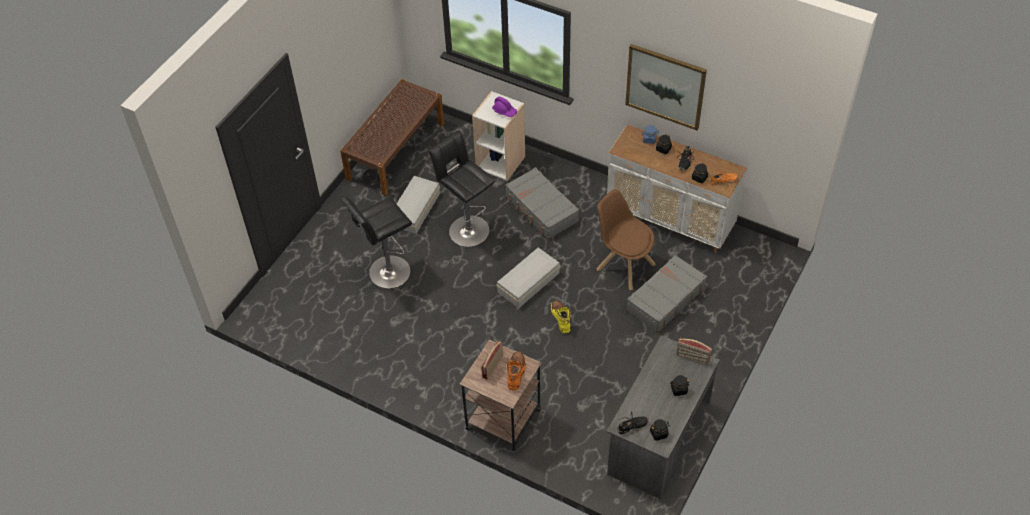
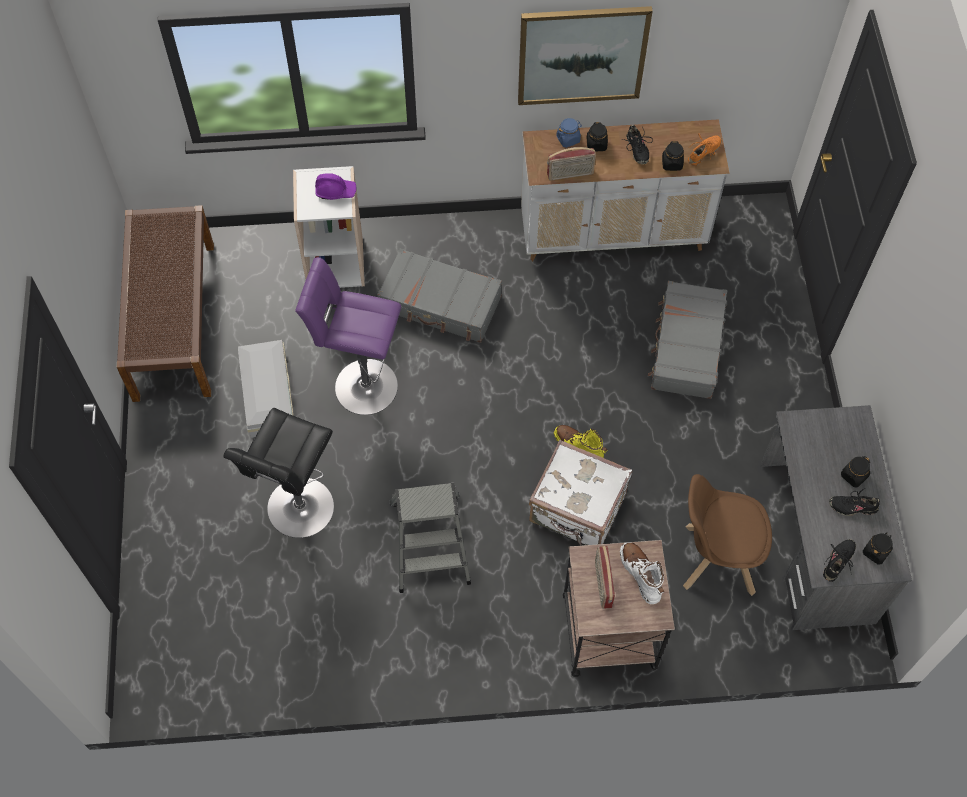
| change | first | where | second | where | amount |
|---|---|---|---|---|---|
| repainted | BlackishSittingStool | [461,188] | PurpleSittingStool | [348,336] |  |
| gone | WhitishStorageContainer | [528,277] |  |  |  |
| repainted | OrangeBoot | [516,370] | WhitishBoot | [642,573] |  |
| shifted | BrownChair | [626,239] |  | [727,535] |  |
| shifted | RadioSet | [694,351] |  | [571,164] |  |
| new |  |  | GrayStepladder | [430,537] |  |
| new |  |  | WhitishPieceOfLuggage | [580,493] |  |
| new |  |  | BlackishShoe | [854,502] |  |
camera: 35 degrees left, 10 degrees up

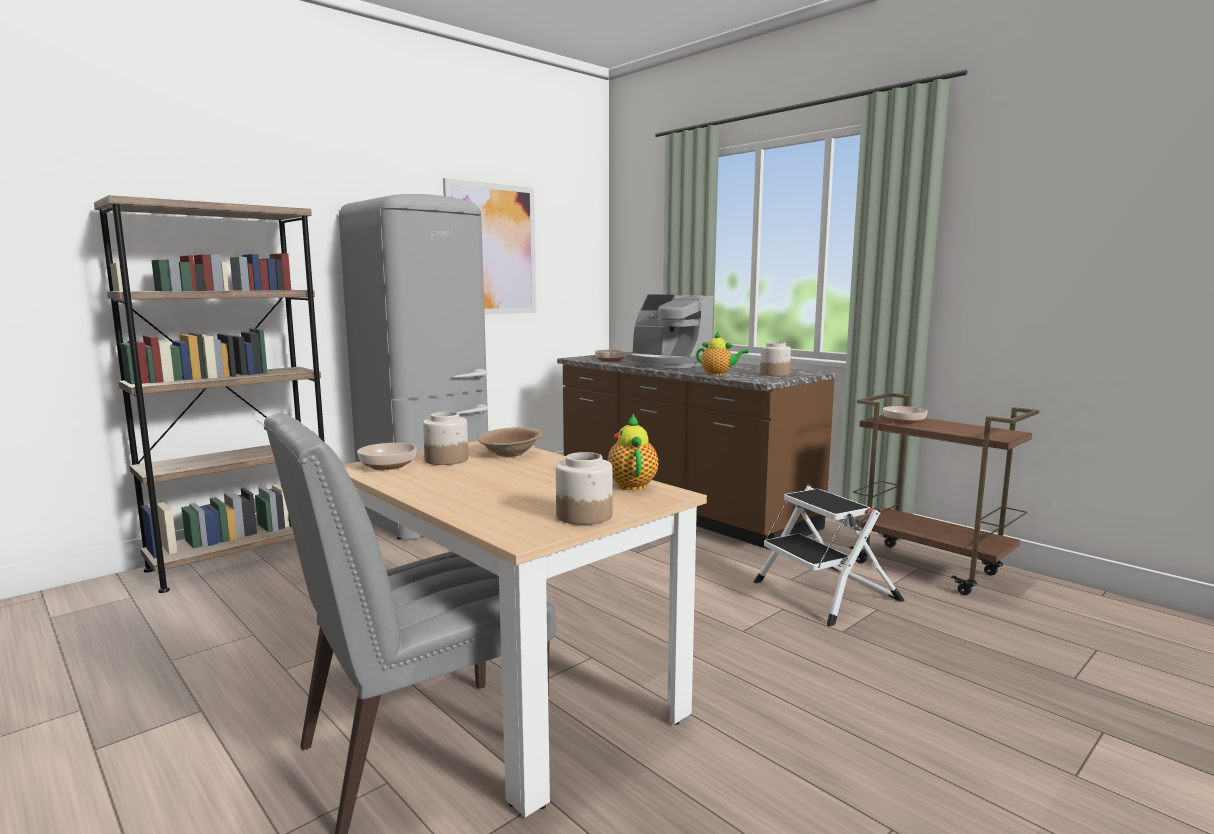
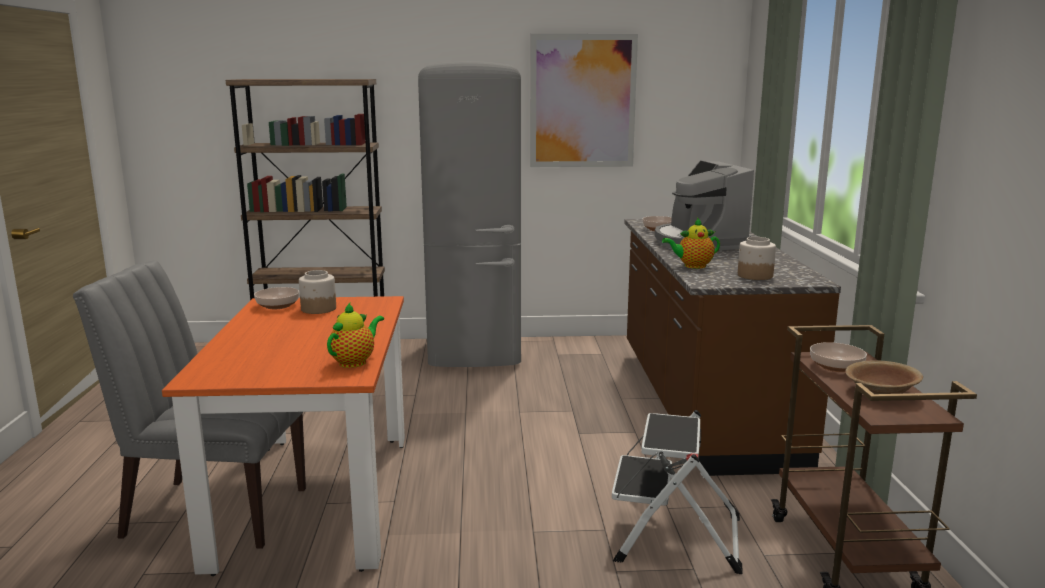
| change | first | where | second | where | amount |
|---|---|---|---|---|---|
| repainted | BeigeDinnerTable | [525,629] | OrangeDinnerTable | [283,436] |  |
| shifted | BrownServingBowl | [510,442] |  | [884,377] |  |
| gone | StorageJar | [584,488] |  |  |  |
| rotated | Teapot | [722,353] |  | [691,243] | 105 degrees clockwise |
camera: 40 degrees right, 5 degrees up

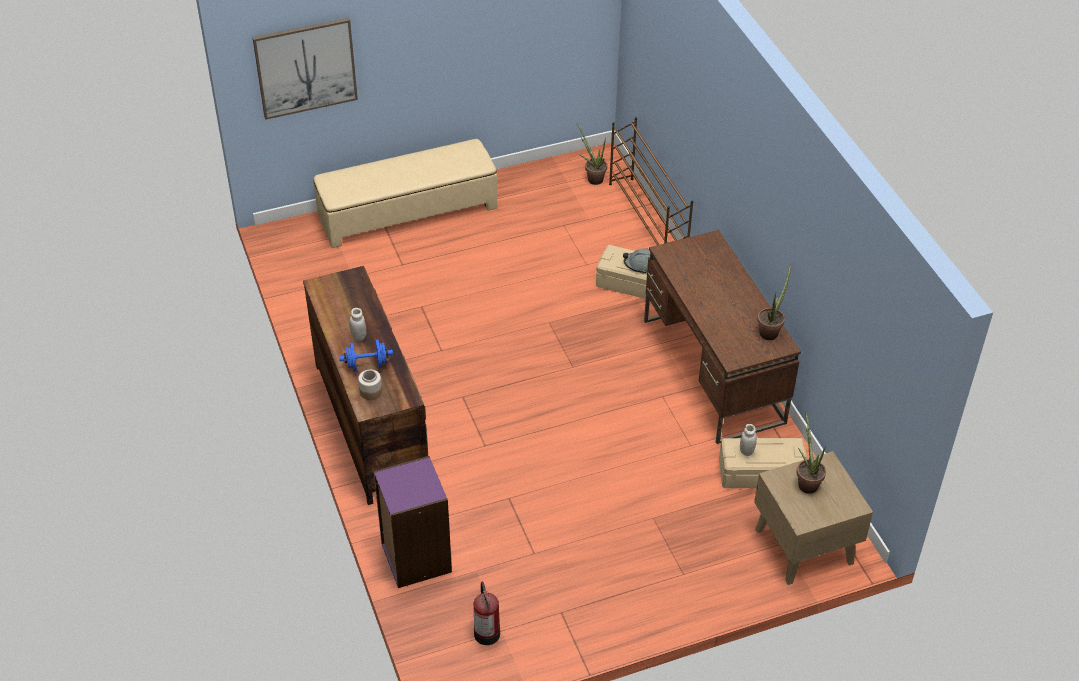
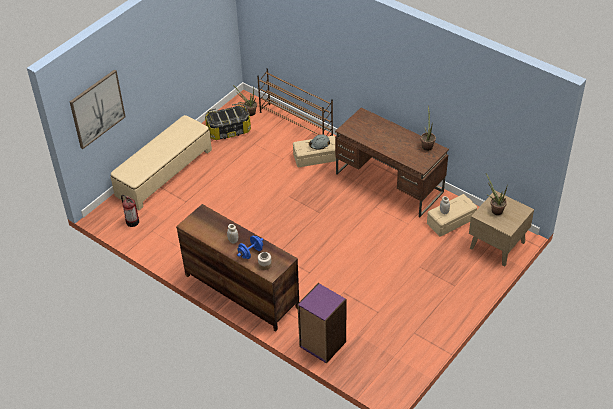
| change | first | where | second | where | amount |
|---|---|---|---|---|---|
| shifted | FireExtinguisher | [487,613] |  | [130,211] |  |
| new |  |  | StorageContainer | [228,121] |  |
camera: 30 degrees left, 0 degrees up

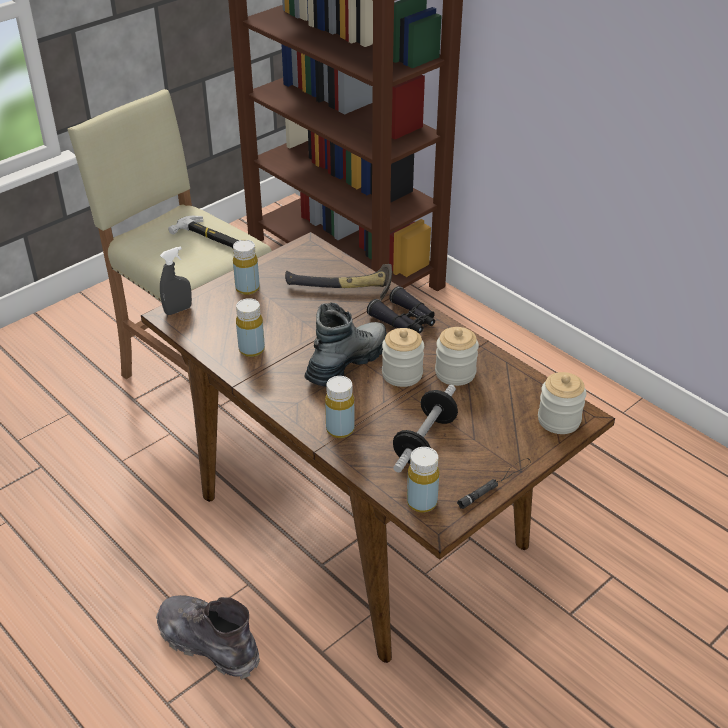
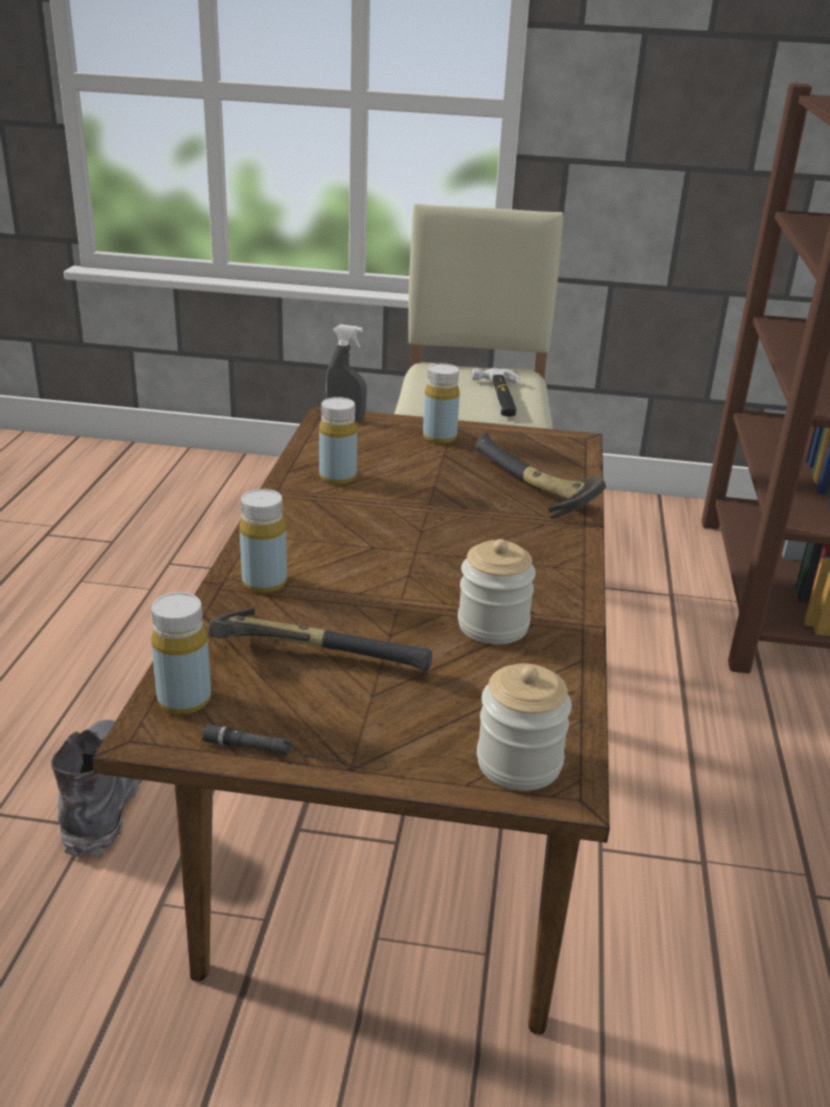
| change | first | where | second | where | amount |
|---|---|---|---|---|---|
| gone | Boot | [346,344] |  |  |  |
| gone | BlackishPairOfBinoculars | [401,309] |  |  |  |
| gone | StorageJar | [403,357] |  |  |  |
| swapped | FreeWeight | [425,429] | ToolHammer | [320,639] |  |
camera: 50 degrees right, 10 degrees down

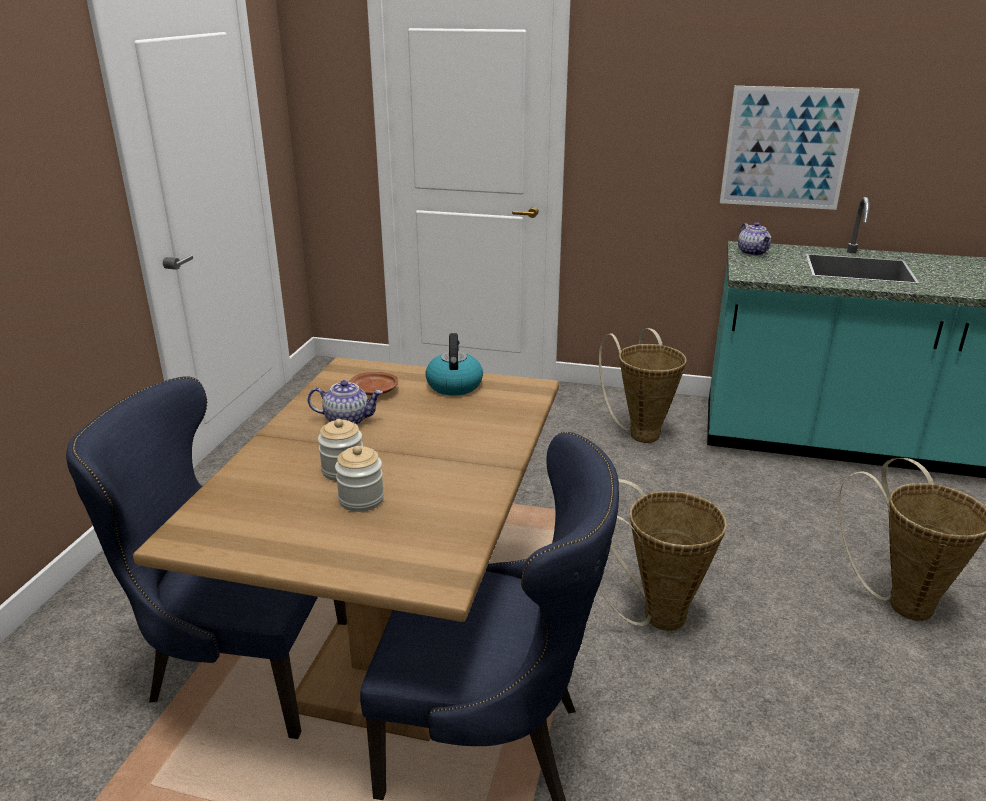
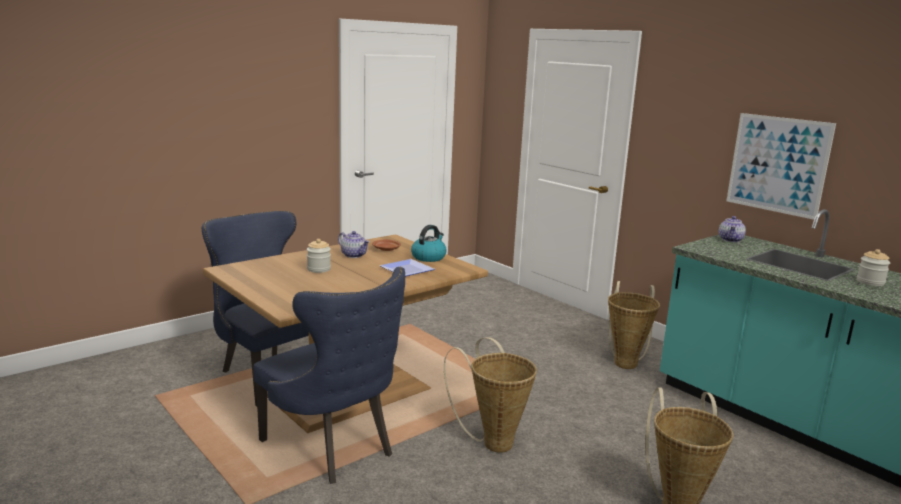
| change | first | where | second | where | amount |
|---|---|---|---|---|---|
| shifted | StorageJar | [359,479] |  | [873,267] |  |
| new |  |  | FlatDish | [407,267] |  |
camera: 35 degrees right, 10 degrees down

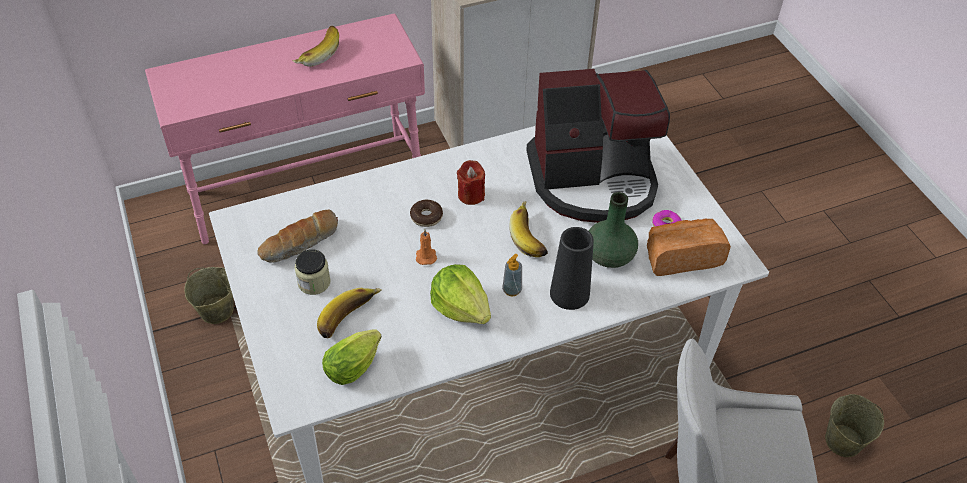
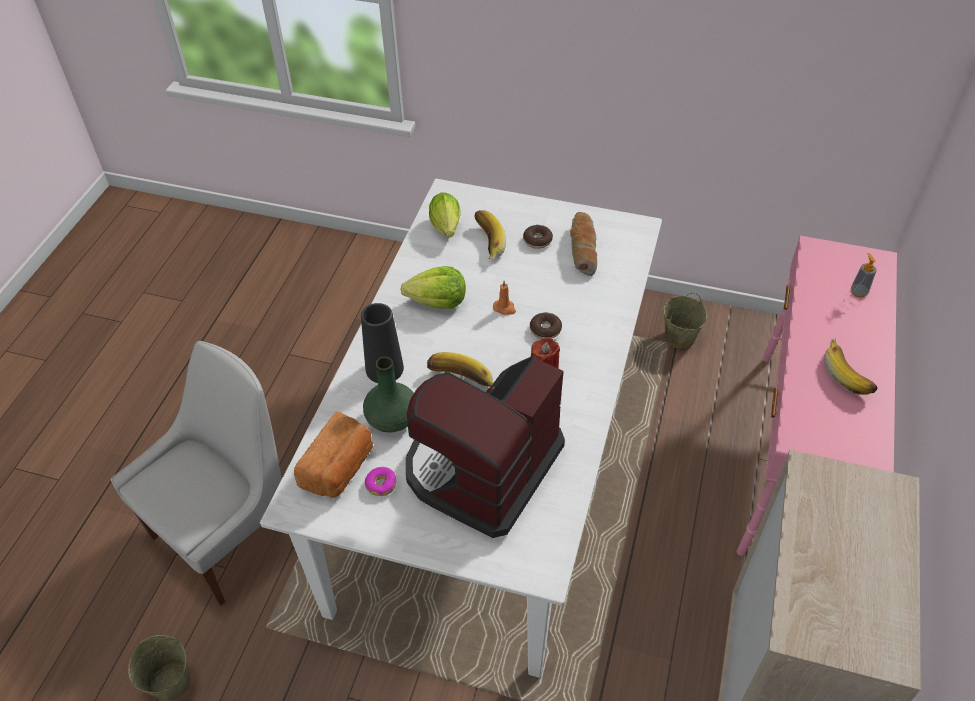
| change | first | where | second | where | amount |
|---|---|---|---|---|---|
| swapped | StorageJar | [312,272] | Donut | [538,237] |  |
| shifted | SoapBottle | [512,275] |  | [864,275] |  |
camera: 130 degrees right, 0 degrees up

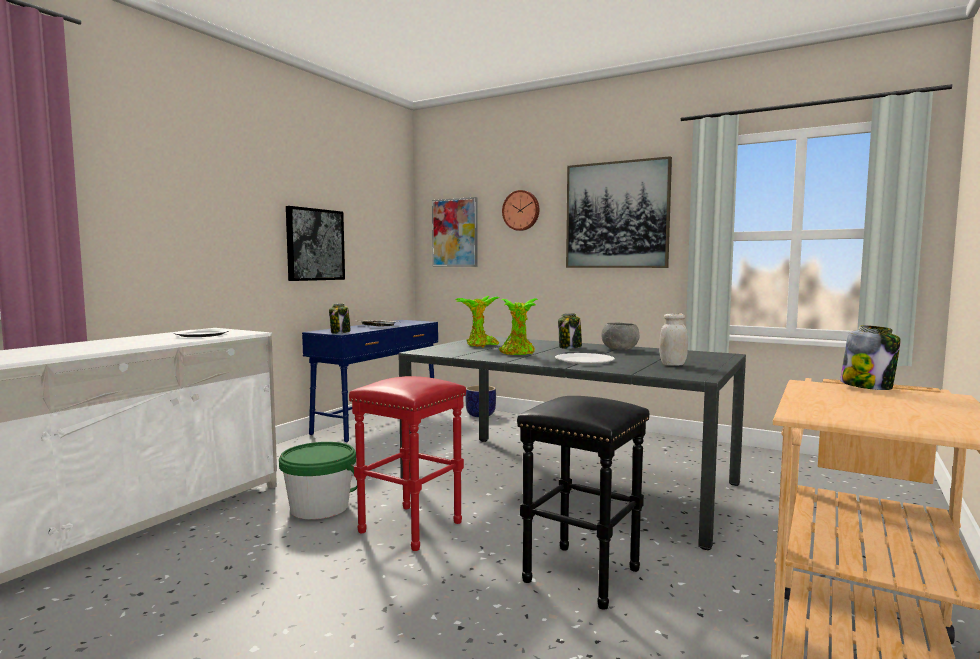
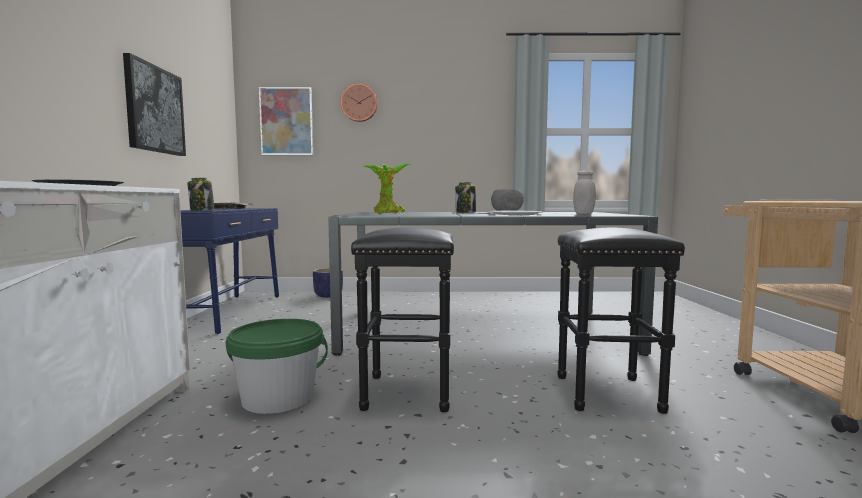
| change | first | where | second | where | amount |
|---|---|---|---|---|---|
| repainted | ReddishSittingStool | [407,463] | BlackishSittingStool | [402,319] |  |
| gone | Houseplant | [518,326] |  |  |  |
| gone | WallPicture | [619,212] |  |  |  |
| gone | StorageJar | [870,357] |  |  |  |
camera: 30 degrees left, 0 degrees up

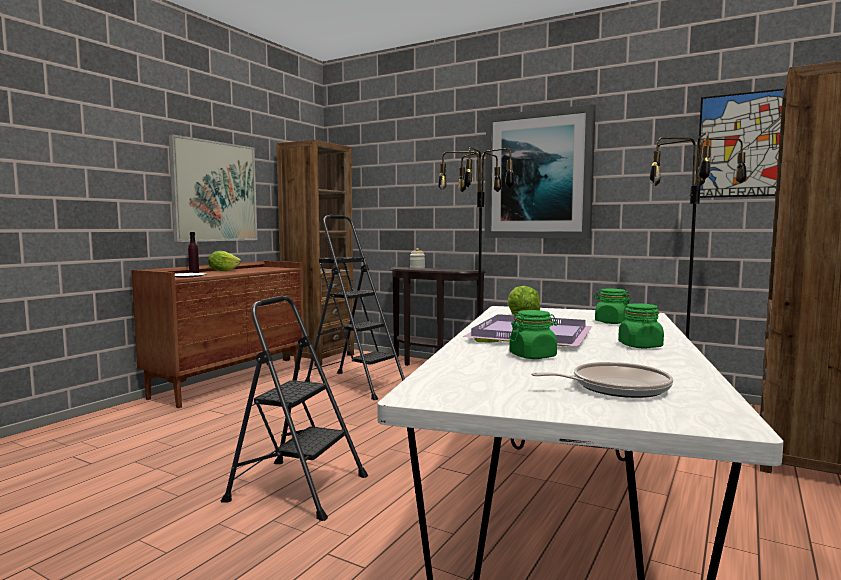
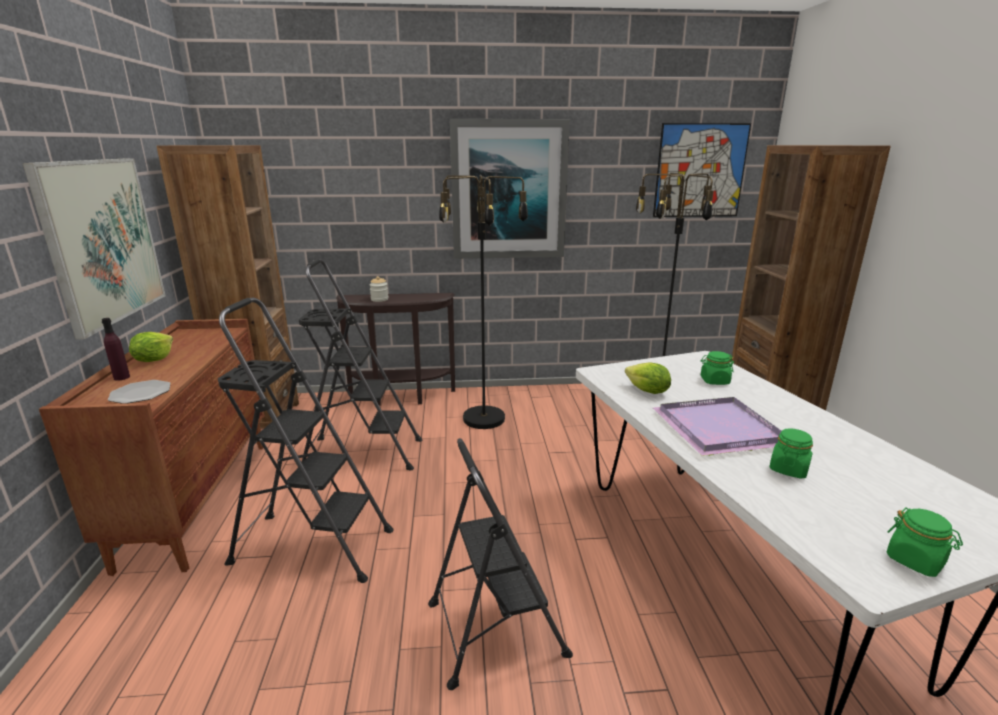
| change | first | where | second | where | amount |
|---|---|---|---|---|---|
| gone | Skillet | [602,380] |  |  |  |
| shifted | GreenColouredStorageJar | [641,325] |  | [925,542] |  |
| new |  |  | Stepladder | [306,440] |  |
camera: 35 degrees left, 15 degrees up

